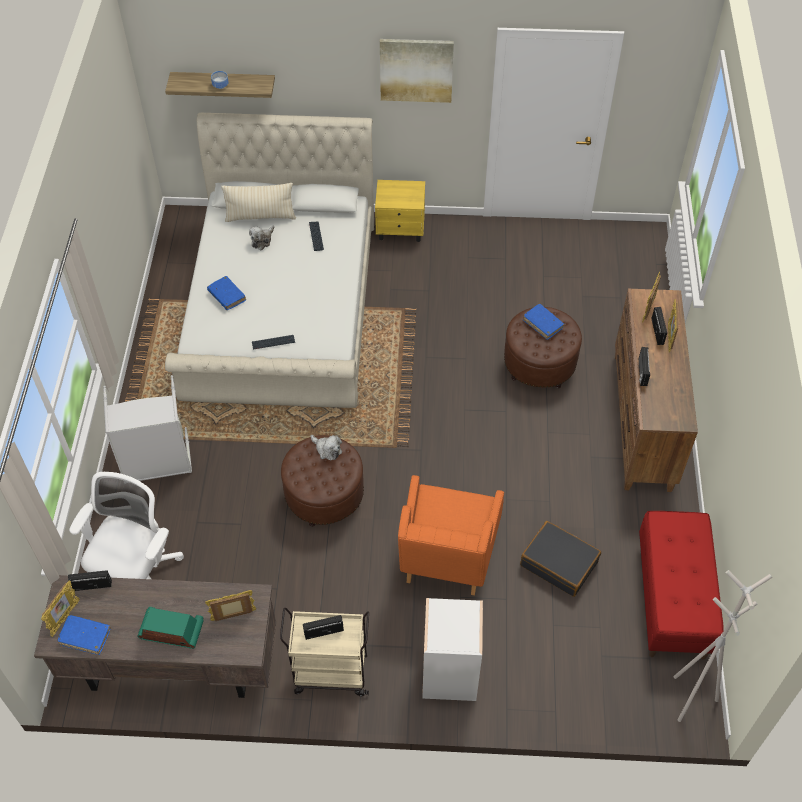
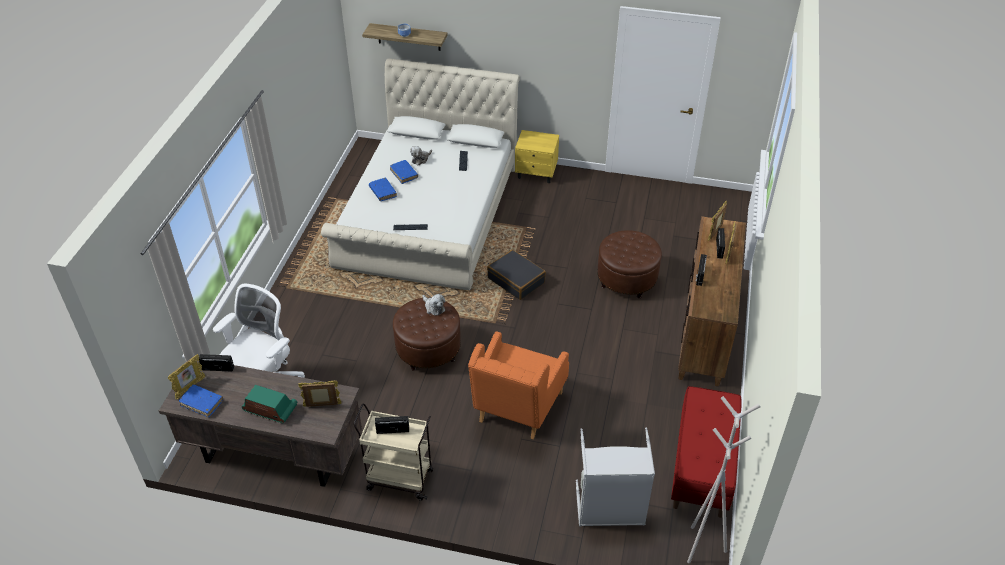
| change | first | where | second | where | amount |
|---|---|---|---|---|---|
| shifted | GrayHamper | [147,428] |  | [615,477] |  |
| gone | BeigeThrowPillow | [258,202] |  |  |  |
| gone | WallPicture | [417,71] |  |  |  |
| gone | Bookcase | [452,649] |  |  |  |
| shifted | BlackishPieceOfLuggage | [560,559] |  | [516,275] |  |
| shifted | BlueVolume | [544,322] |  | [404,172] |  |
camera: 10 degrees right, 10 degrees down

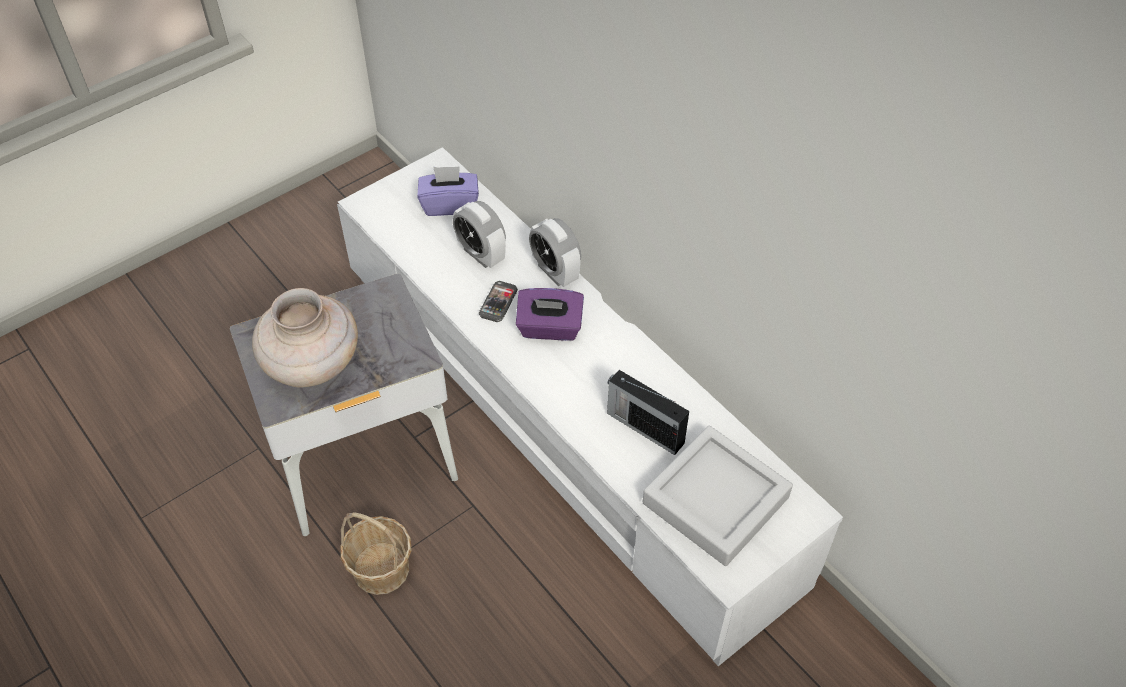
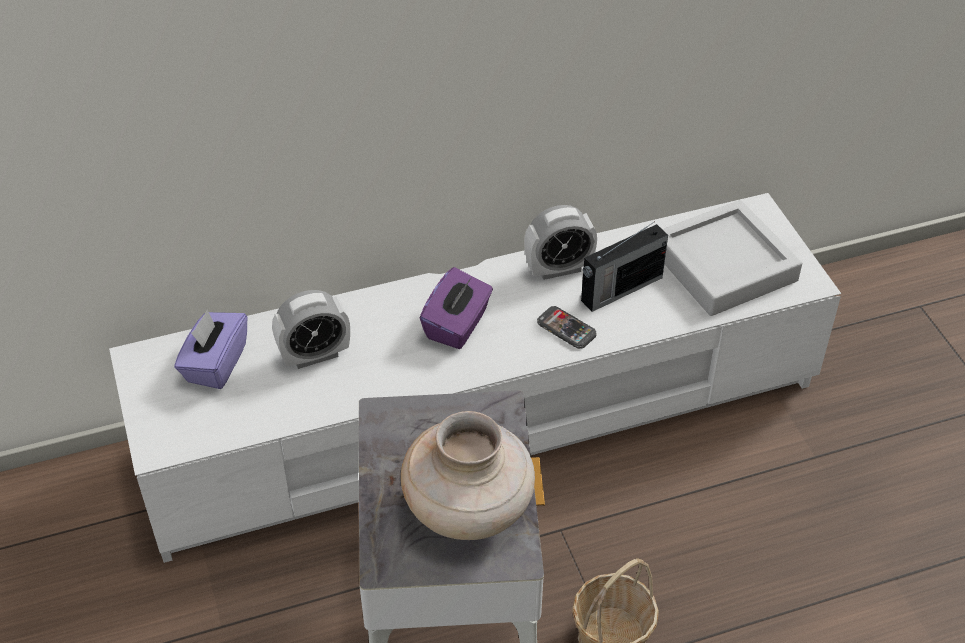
| change | first | where | second | where | amount |
|---|---|---|---|---|---|
| shifted | Phone | [498,301] |  | [567,327] |  |
| shifted | TableClock | [555,252] |  | [560,242] |  |
camera: 70 degrees left, 5 degrees down

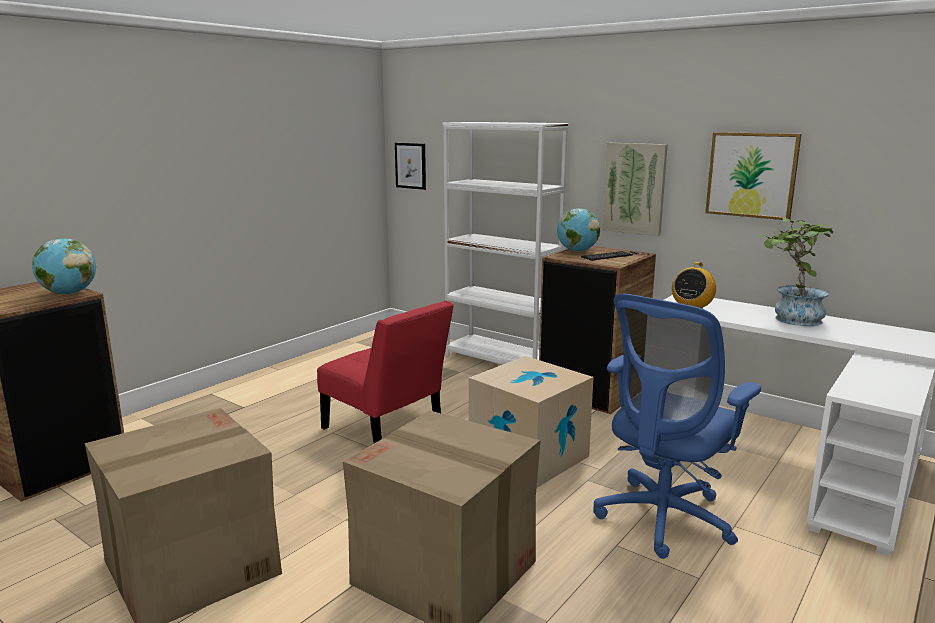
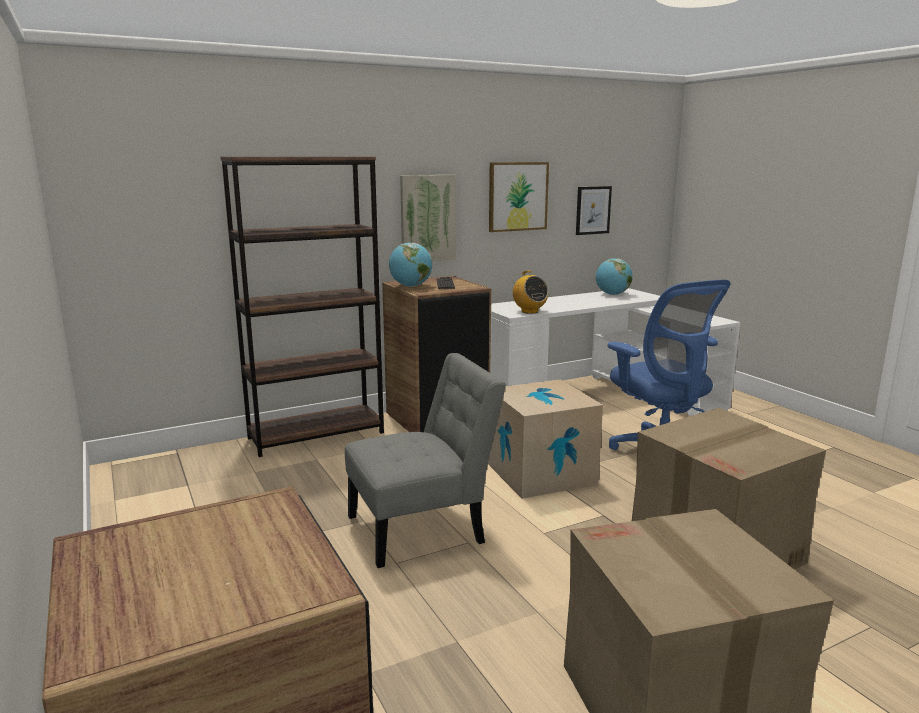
| change | first | where | second | where | amount |
|---|---|---|---|---|---|
| shifted | DeskGlobe | [64,266] |  | [614,276] |  |
| repainted | ReddishChair | [385,372] | GrayChair | [425,460] |  |
| shifted | WallPicture | [410,166] |  | [594,210] |  |
| repainted | WhitishBookcase | [506,243] | BrownBookcase | [302,306] |  |
| gone | Houseplant | [796,272] |  |  |  |
camera: 65 degrees left, 0 degrees up

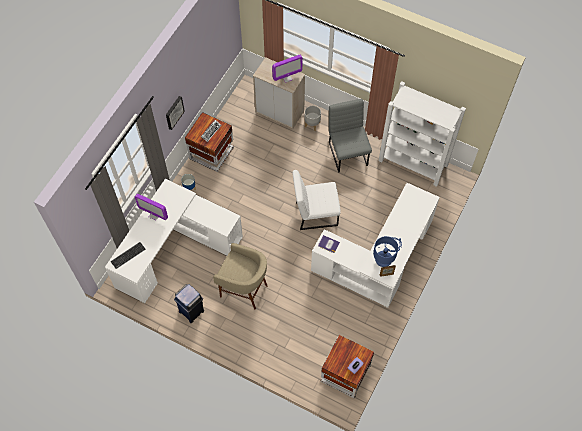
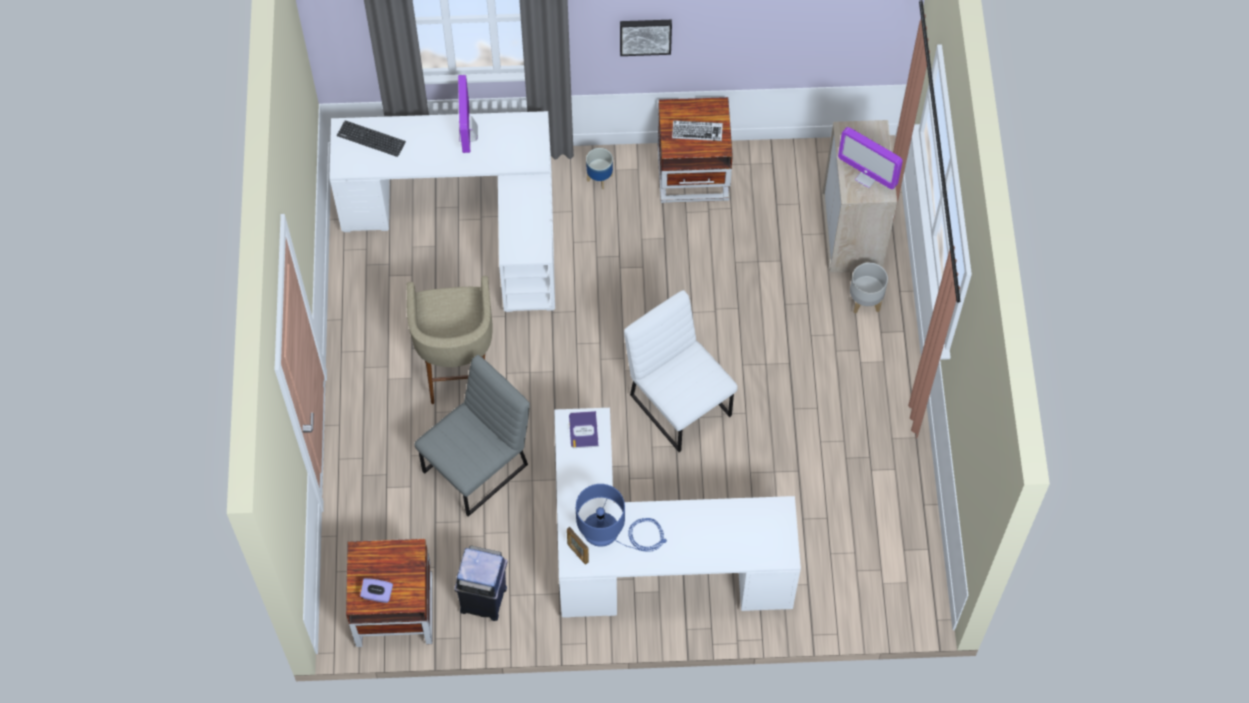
| change | first | where | second | where | amount |
|---|---|---|---|---|---|
| shifted | BlueRubbishBin | [189,303] |  | [481,583] |  |
| shifted | GrayChair | [350,135] |  | [472,436] |  |
| gone | WhitishBookcase | [422,134] |  |  |  |
camera: 60 degrees right, 0 degrees up

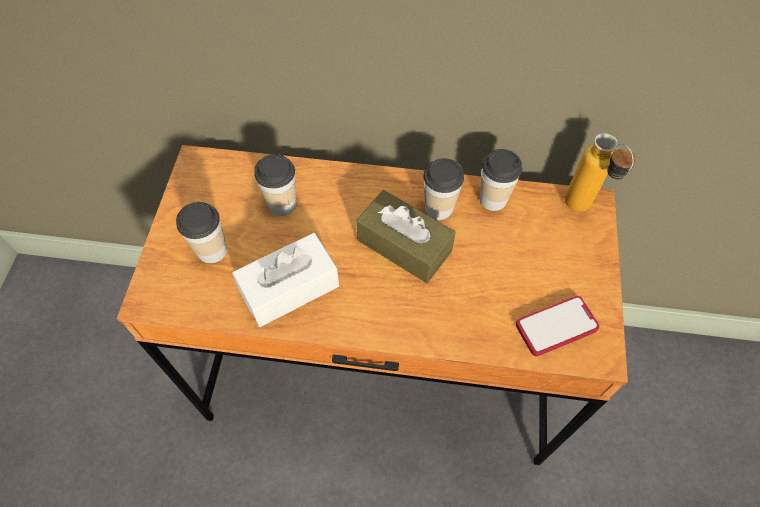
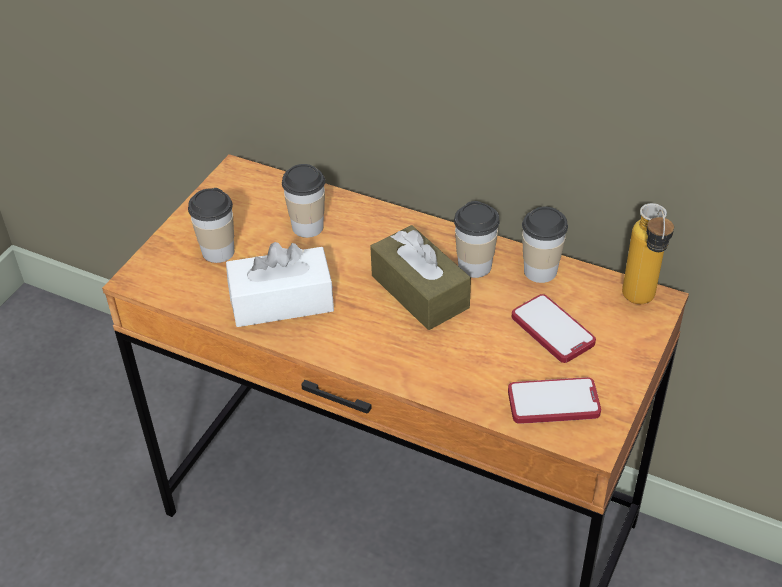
| change | first | where | second | where | amount |
|---|---|---|---|---|---|
| new |  |  | Phone | [554,328] |  |
camera: 20 degrees right, 15 degrees down

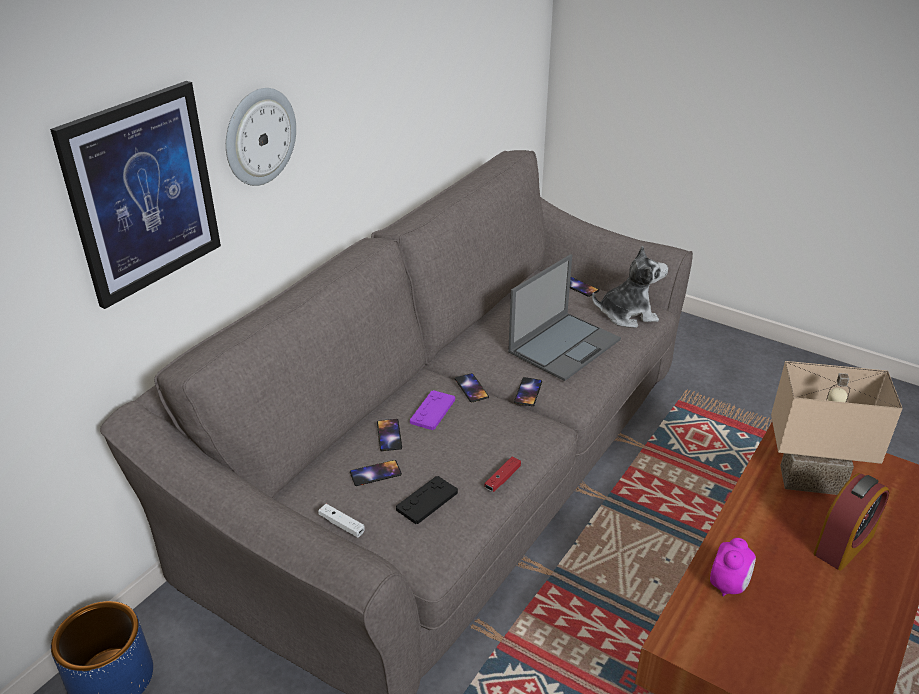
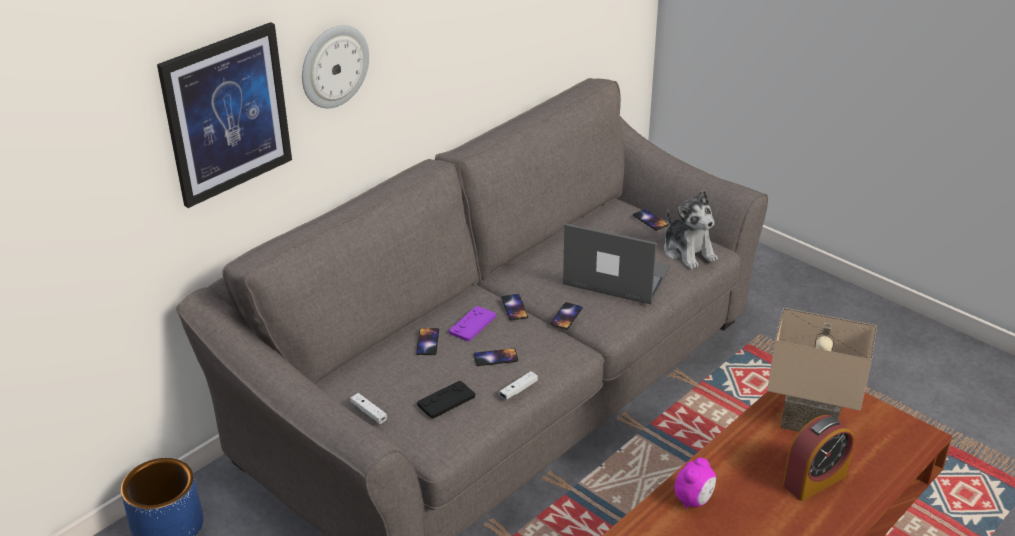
| change | first | where | second | where | amount |
|---|---|---|---|---|---|
| shifted | Phone | [376,473] |  | [496,357] |  |
| repainted | ReddishJoypad | [502,474] | WhitishJoypad | [519,385] |  |
| rotated | NotebookComputer | [564,317] |  | [616,263] | 120 degrees counterclockwise |
| rotated | SoftToy | [630,287] |  | [691,229] | 60 degrees clockwise |
camera: 10 degrees right, 0 degrees up

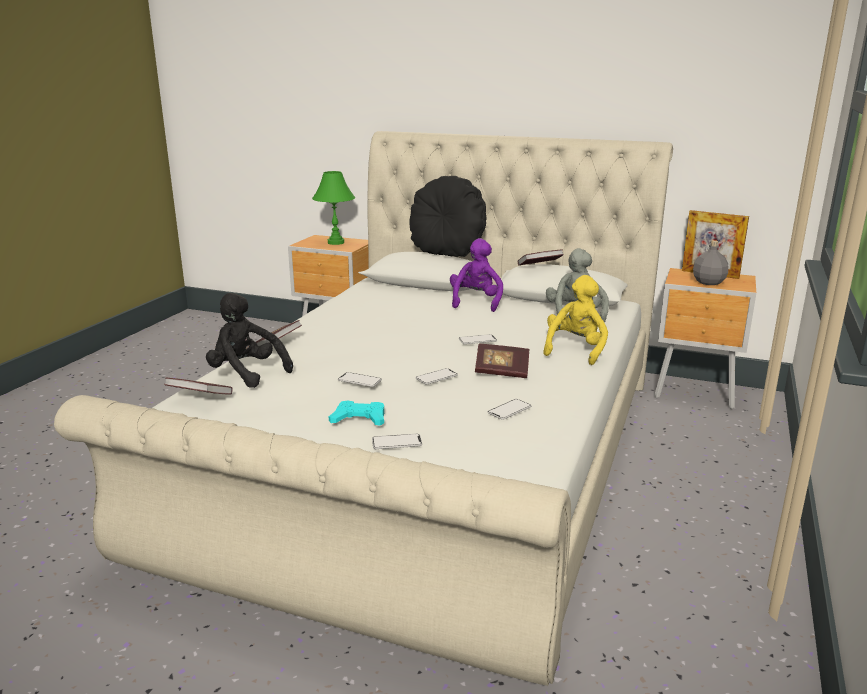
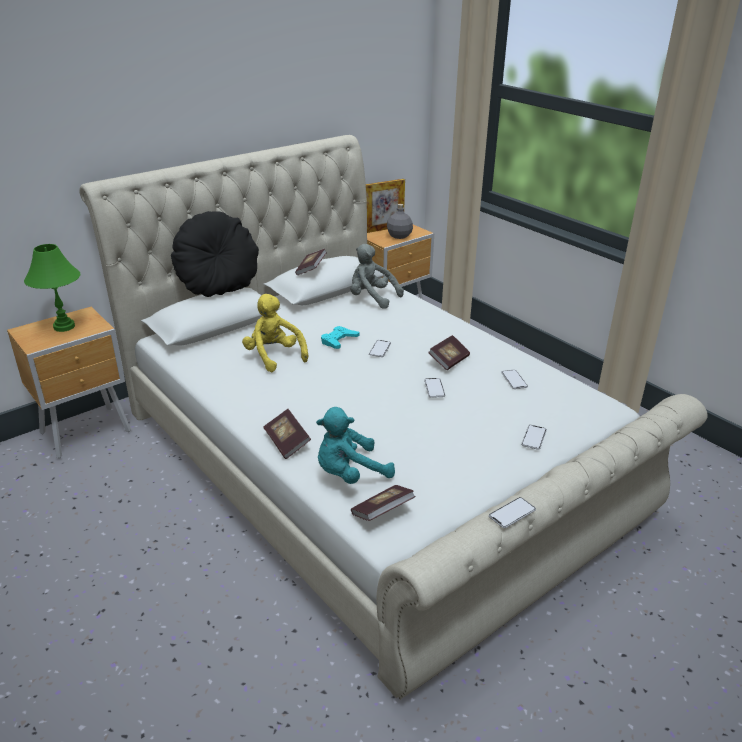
| change | first | where | second | where | amount |
|---|---|---|---|---|---|
| repainted | BlackishSoftToy | [249,340] | TurquoiseColouredSoftToy | [355,445] |  |
| shifted | TurquoiseColouredJoypad | [356,413] |  | [340,337] |  |
| shifted | Phone | [360,379] |  | [512,512] |  |
| gone | PurpleSoftToy | [476,275] |  |  |  |
| shifted | YellowColouredSoftToy | [575,320] |  | [275,333] |  |
camera: 60 degrees left, 10 degrees up

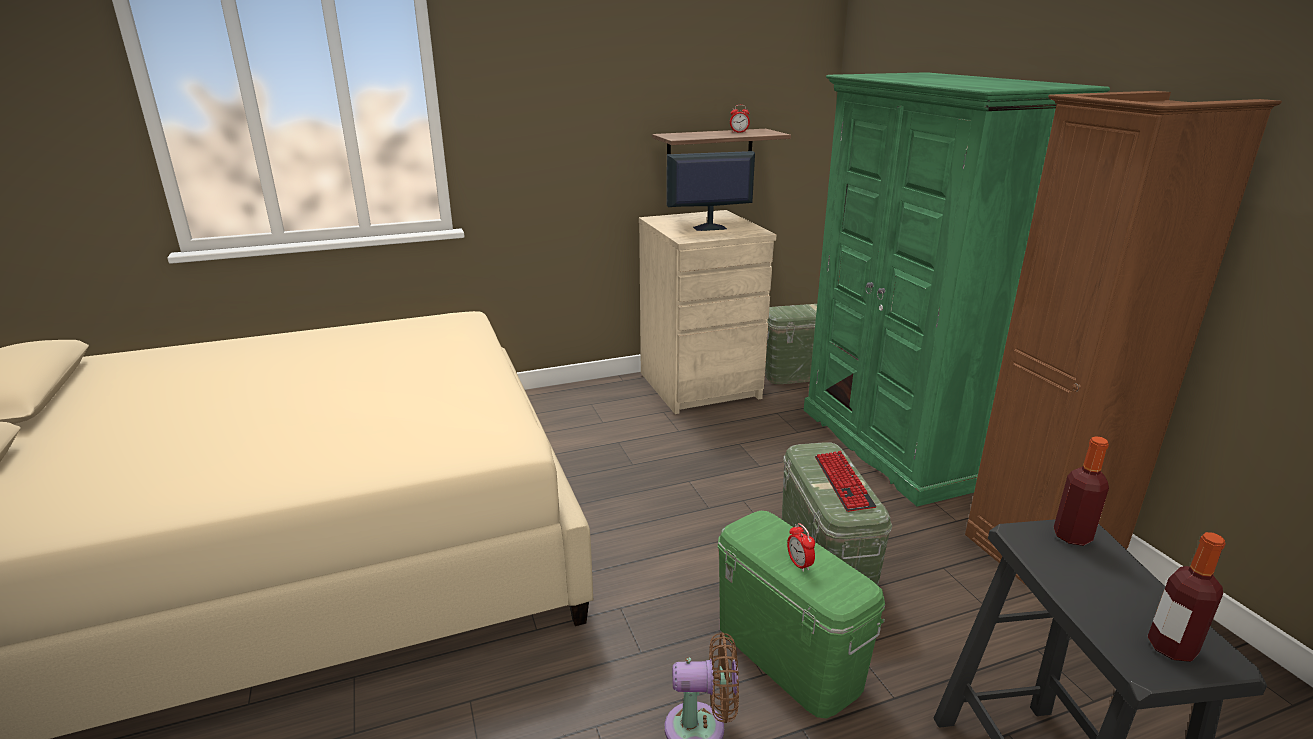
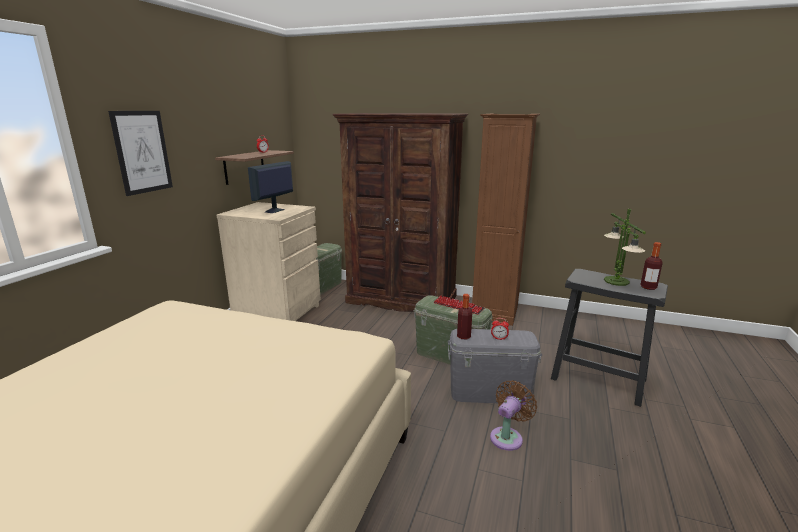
| change | first | where | second | where | amount |
|---|---|---|---|---|---|
| repainted | GreenColouredStorageContainer | [801,615] | GrayStorageContainer | [495,366] |  |
| repainted | GreenColouredArmoire | [957,289] | BrownArmoire | [400,212] |  |
| shifted | DrinkBottle | [1081,491] |  | [464,317] |  |
| new |  |  | WallPicture | [140,153] |  |
| new |  |  | TableLamp | [625,247] |  |
camera: 50 degrees left, 5 degrees down

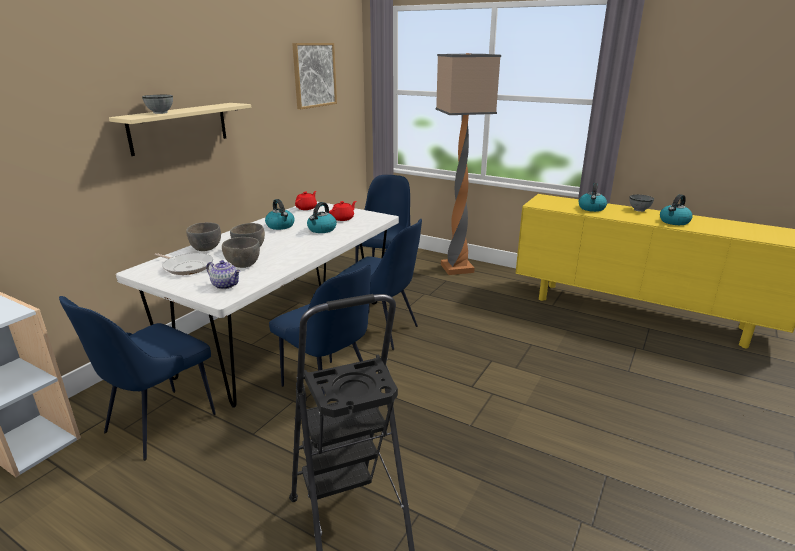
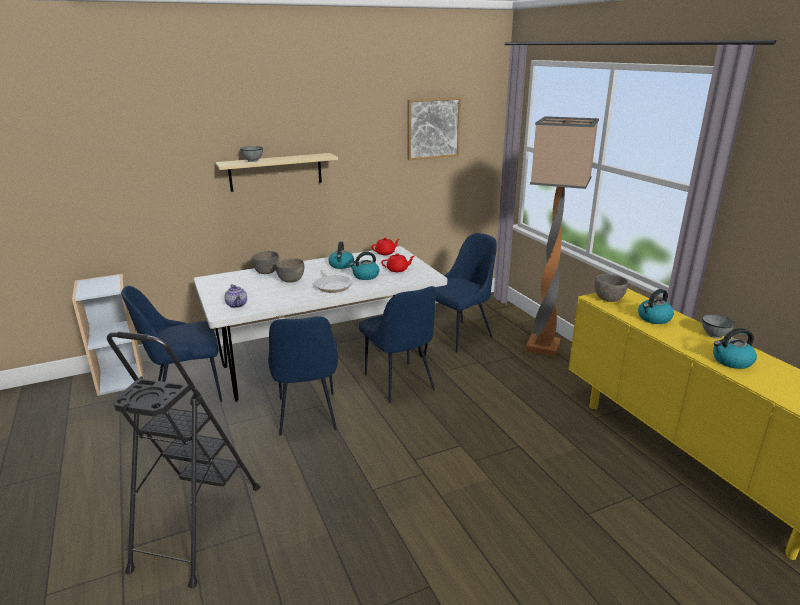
| change | first | where | second | where | amount |
|---|---|---|---|---|---|
| shifted | Skillet | [184,264] |  | [334,281] |  |
| shifted | GrayServingBowl | [241,252] |  | [611,288] |  |
camera: 35 degrees right, 0 degrees up

